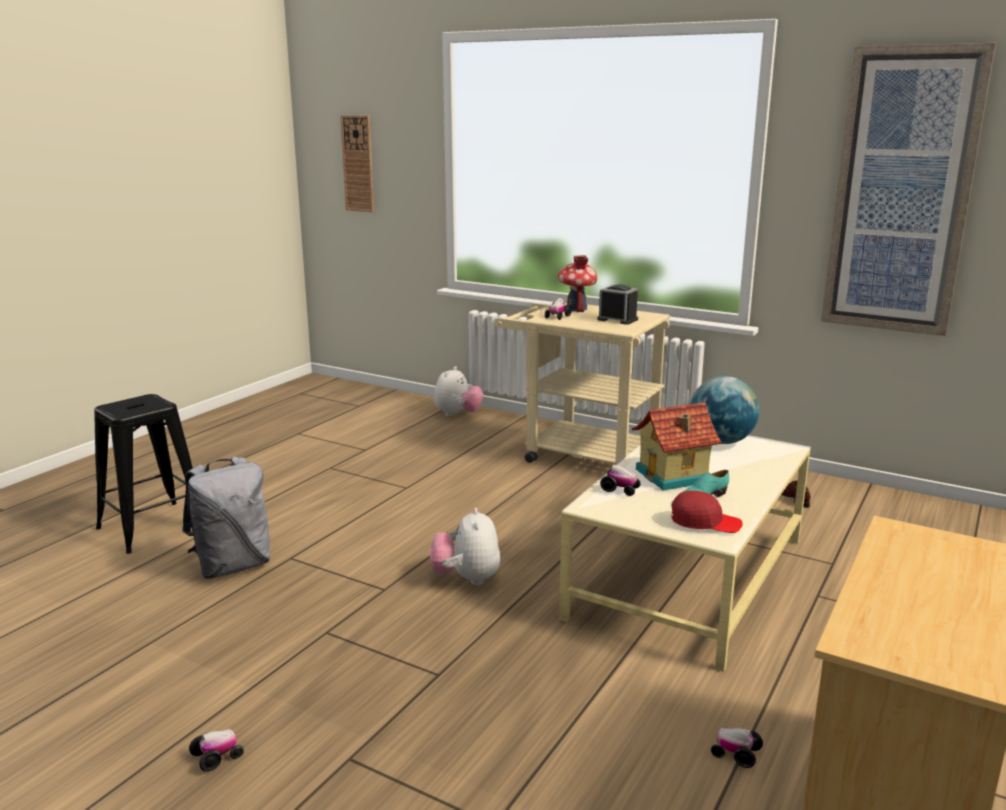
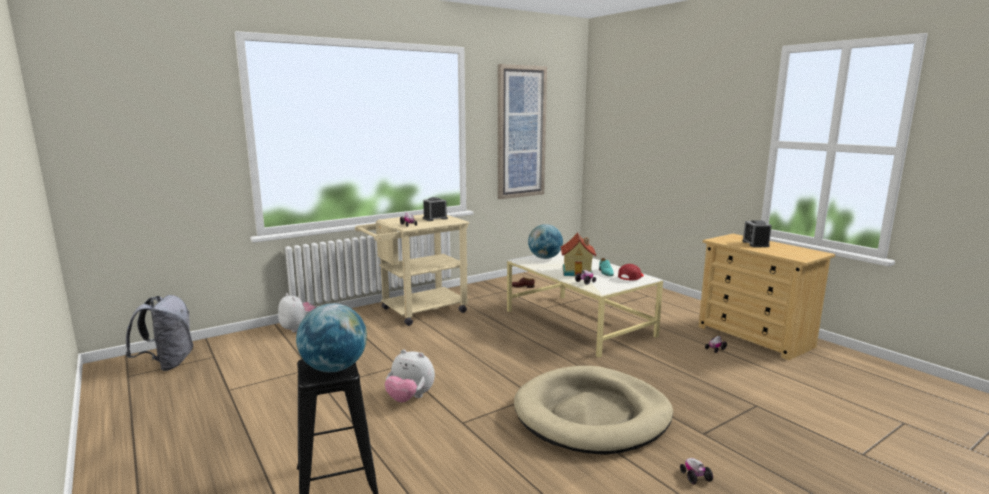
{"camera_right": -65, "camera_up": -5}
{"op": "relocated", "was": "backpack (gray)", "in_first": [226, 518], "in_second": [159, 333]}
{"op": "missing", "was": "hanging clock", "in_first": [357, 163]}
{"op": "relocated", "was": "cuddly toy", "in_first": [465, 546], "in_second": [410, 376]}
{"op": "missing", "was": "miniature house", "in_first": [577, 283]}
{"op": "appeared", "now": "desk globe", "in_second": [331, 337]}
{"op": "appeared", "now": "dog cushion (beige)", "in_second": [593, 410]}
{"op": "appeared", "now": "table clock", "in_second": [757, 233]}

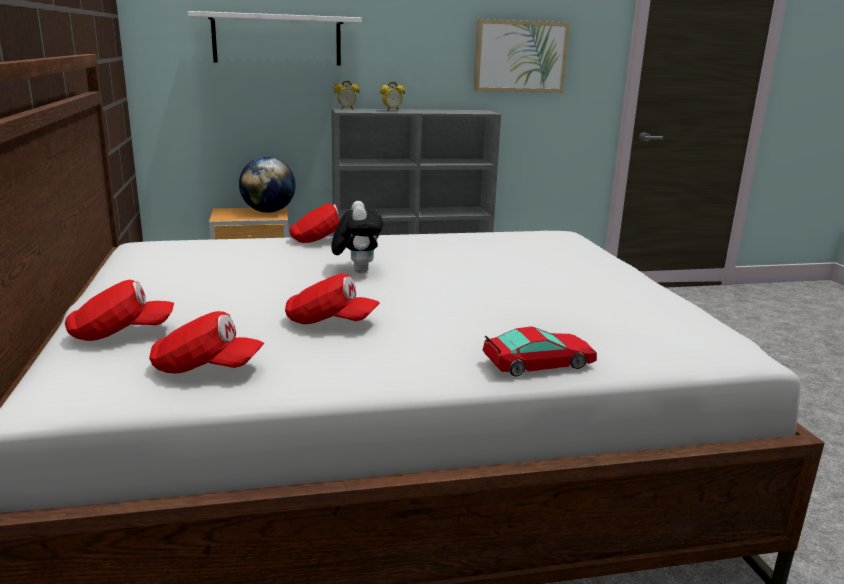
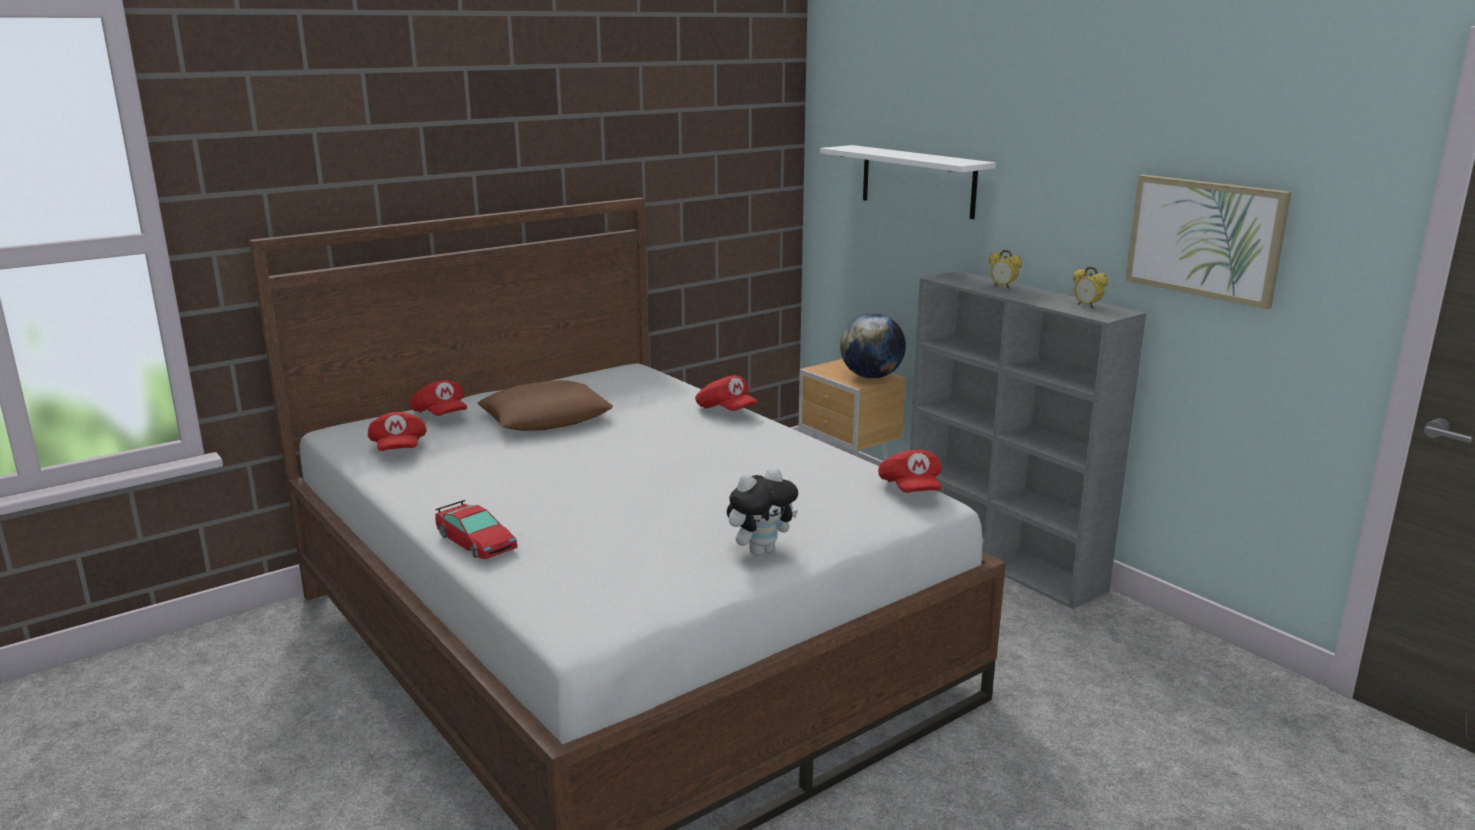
{"camera_right": 65, "camera_up": 0}
{"op": "relocated", "was": "peaked cap (red)", "in_first": [332, 299], "in_second": [910, 471]}
{"op": "relocated", "was": "cuddly toy", "in_first": [357, 237], "in_second": [762, 511]}
{"op": "relocated", "was": "table clock", "in_first": [347, 95], "in_second": [1090, 287]}
{"op": "appeared", "now": "cushion (brown)", "in_second": [545, 405]}

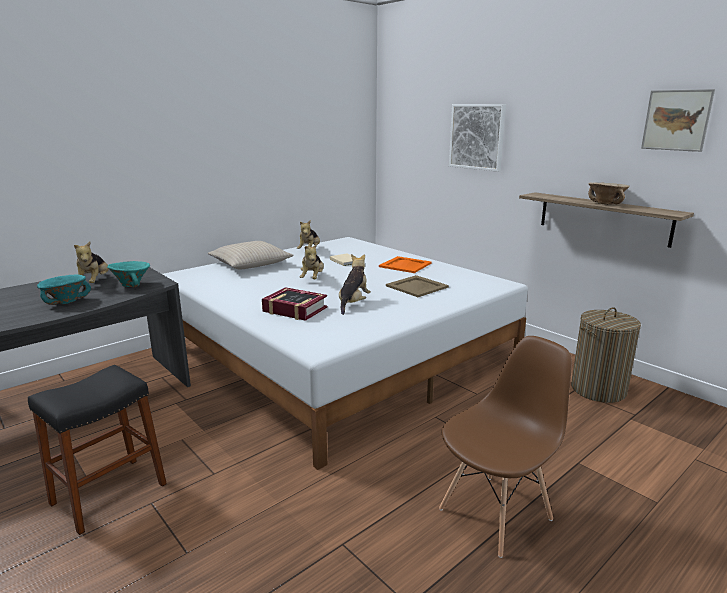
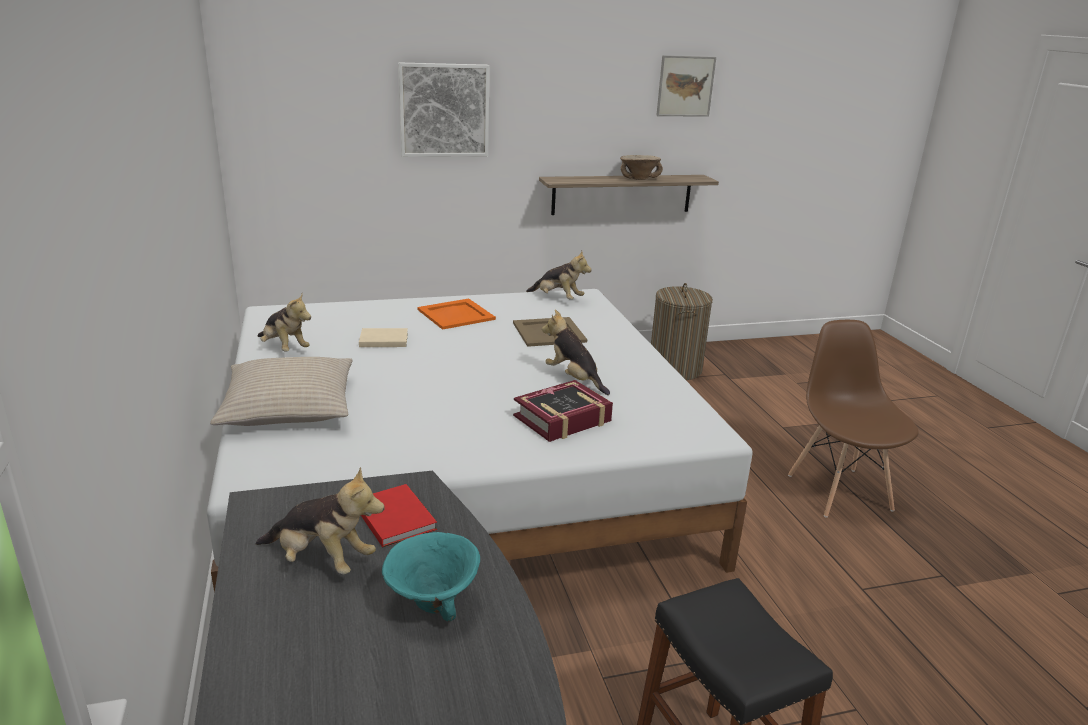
{"camera_right": -65, "camera_up": 5}
{"op": "exchanged", "was": "deep dish (blue-green)", "now": "bound book (red)", "in_first": [128, 274], "in_second": [399, 515]}
{"op": "relocated", "was": "cuddly toy", "in_first": [312, 261], "in_second": [559, 275]}

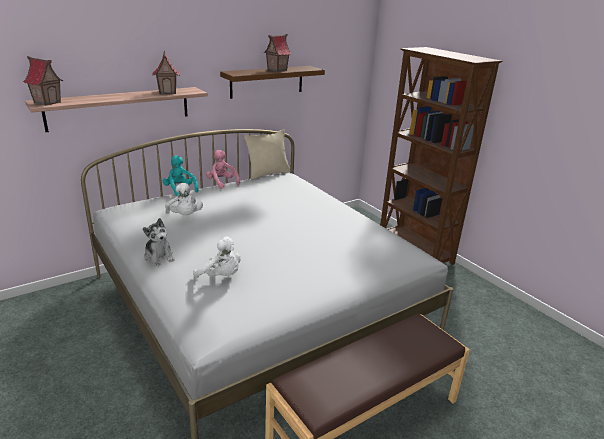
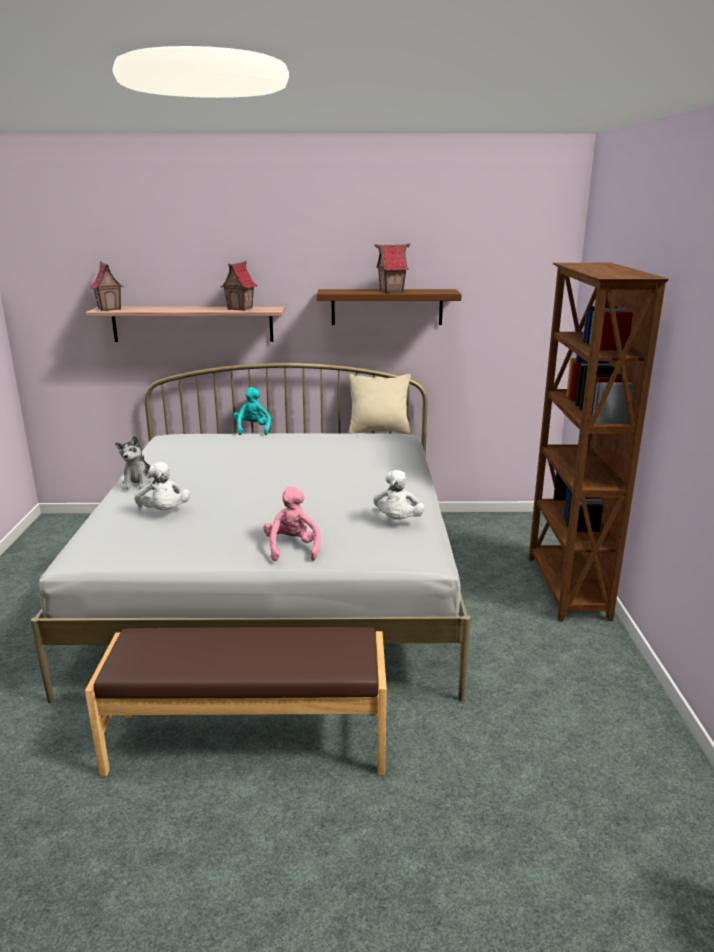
{"camera_right": 35, "camera_up": -5}
{"op": "relocated", "was": "cuddly toy (white-coloured)", "in_first": [184, 199], "in_second": [399, 495]}
{"op": "relocated", "was": "cuddly toy (pink-coloured)", "in_first": [223, 169], "in_second": [292, 523]}

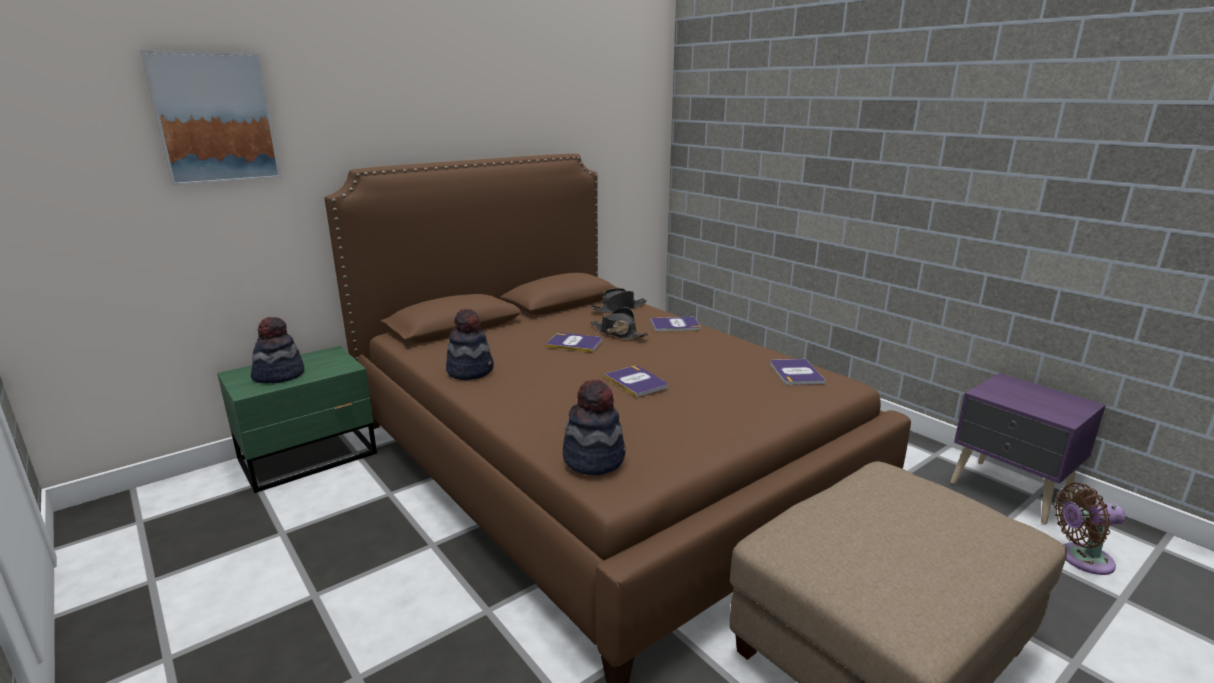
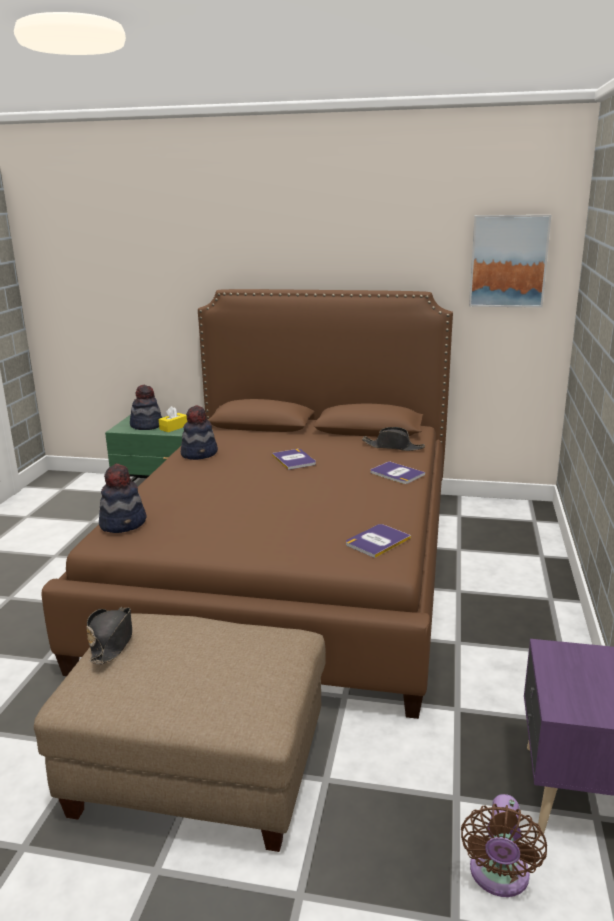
{"camera_right": 50, "camera_up": 0}
{"op": "relocated", "was": "wall picture", "in_first": [210, 118], "in_second": [510, 261]}
{"op": "relocated", "was": "clothing hat (black-coloured)", "in_first": [620, 323], "in_second": [109, 635]}
{"op": "missing", "was": "bound book", "in_first": [636, 381]}
{"op": "spun", "was": "cooling fan (brown)", "in_first": [1089, 529], "in_second": [504, 845], "clockwise": -120}
{"op": "appeared", "now": "tissue holder (yellow)", "in_second": [173, 419]}

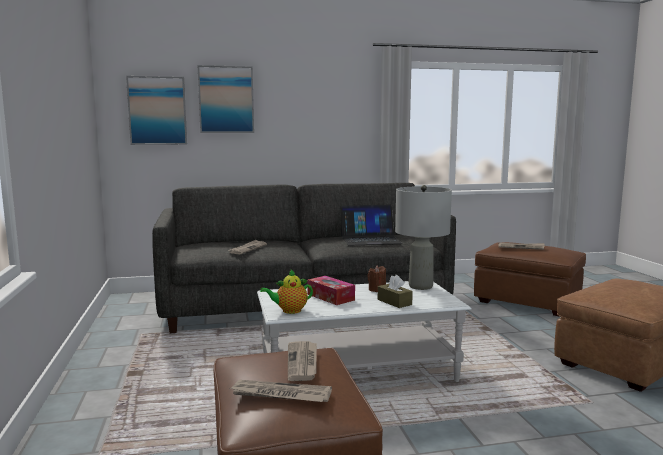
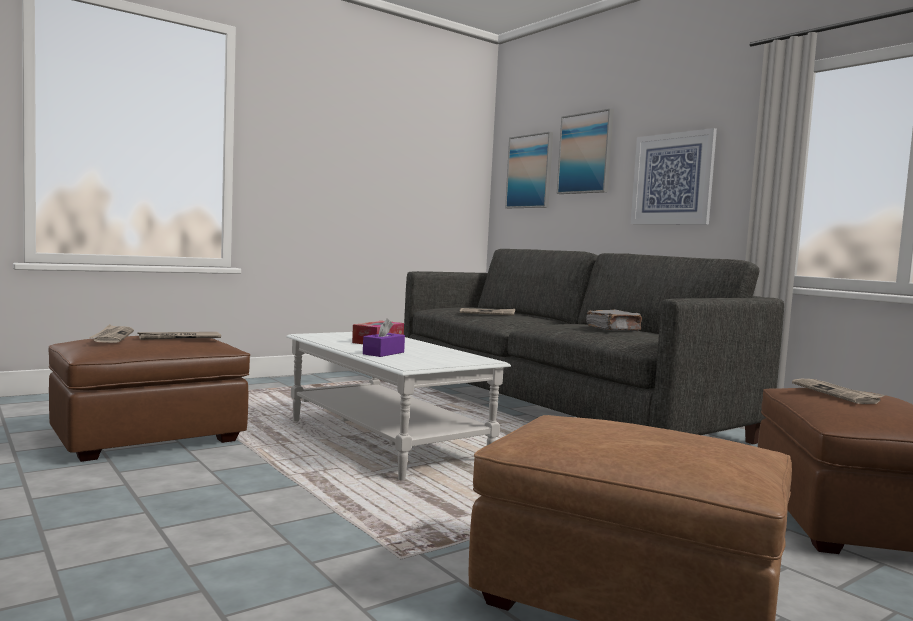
{"camera_right": 65, "camera_up": -5}
{"op": "missing", "was": "tea pot", "in_first": [286, 292]}
{"op": "exchanged", "was": "portable computer", "now": "bound book (gray)", "in_first": [372, 225], "in_second": [614, 320]}
{"op": "missing", "was": "candle (brown)", "in_first": [376, 278]}
{"op": "colour", "was": "tissue holder (brown)", "now": "tissue holder (purplish)", "in_first": [395, 291], "in_second": [384, 337]}
{"op": "missing", "was": "lamp for a table (gray)", "in_first": [423, 237]}
{"op": "appeared", "now": "wall picture", "in_second": [674, 176]}

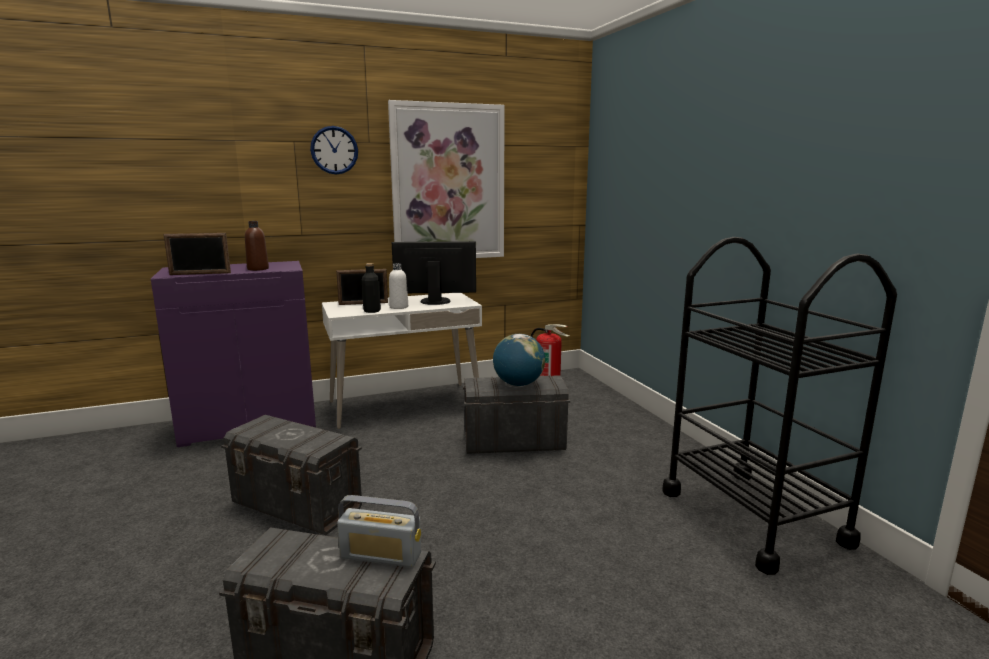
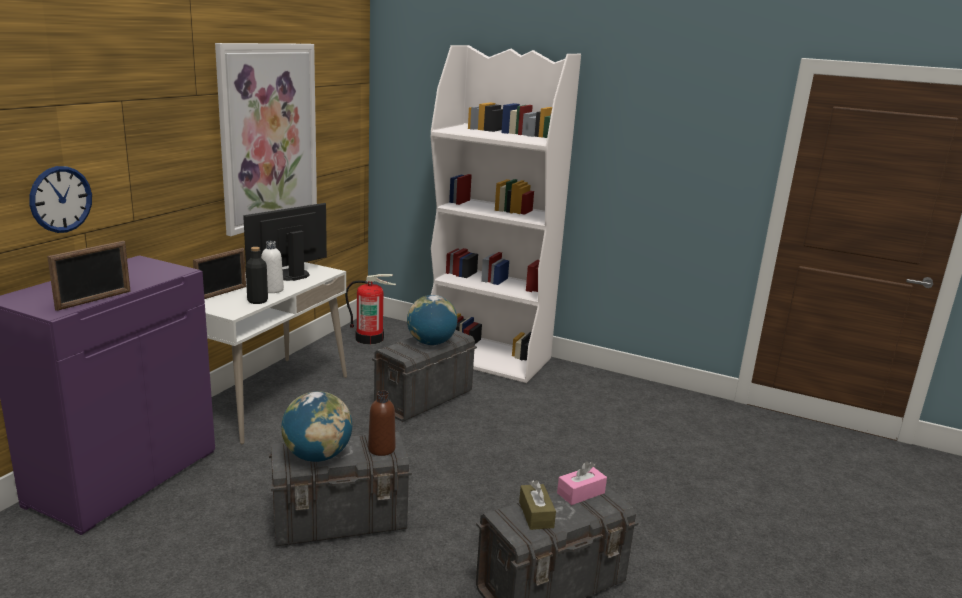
{"camera_right": -45, "camera_up": 5}
{"op": "relocated", "was": "drink bottle (brown)", "in_first": [257, 246], "in_second": [382, 423]}
{"op": "relocated", "was": "hanging clock", "in_first": [334, 150], "in_second": [61, 199]}
{"op": "exchanged", "was": "radio", "now": "tissue holder (pink-coloured)", "in_first": [379, 531], "in_second": [582, 483]}
{"op": "missing", "was": "cart (black-coloured)", "in_first": [779, 406]}
{"op": "appeared", "now": "desk globe", "in_second": [316, 426]}
{"op": "appeared", "now": "bookshelf (white-coloured)", "in_second": [506, 214]}
{"op": "appeared", "now": "tissue holder (brown)", "in_second": [537, 505]}

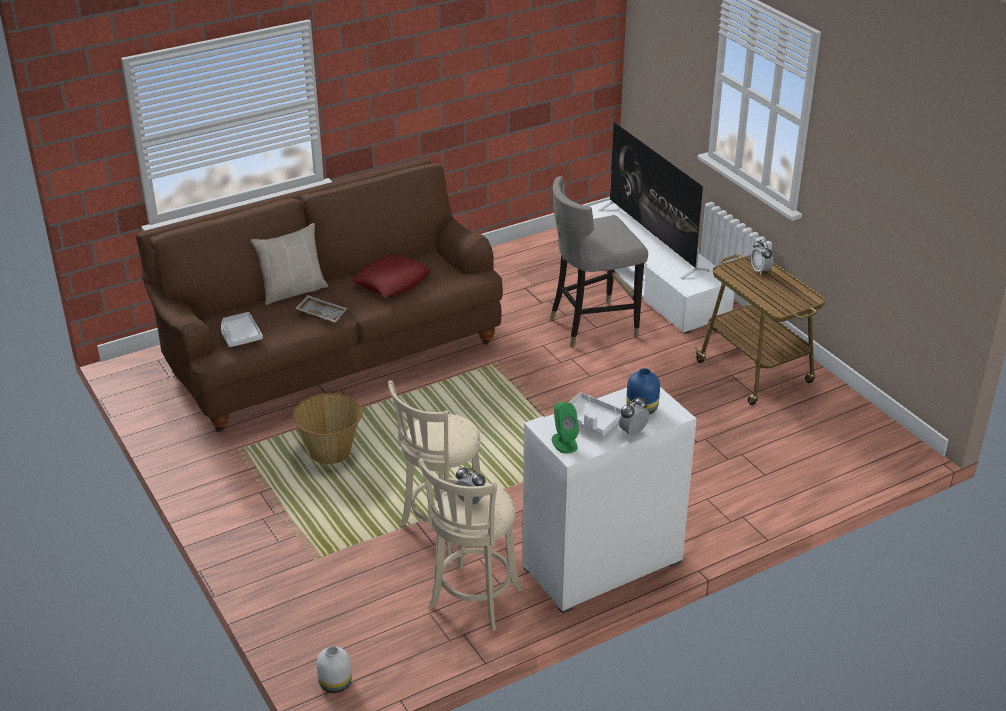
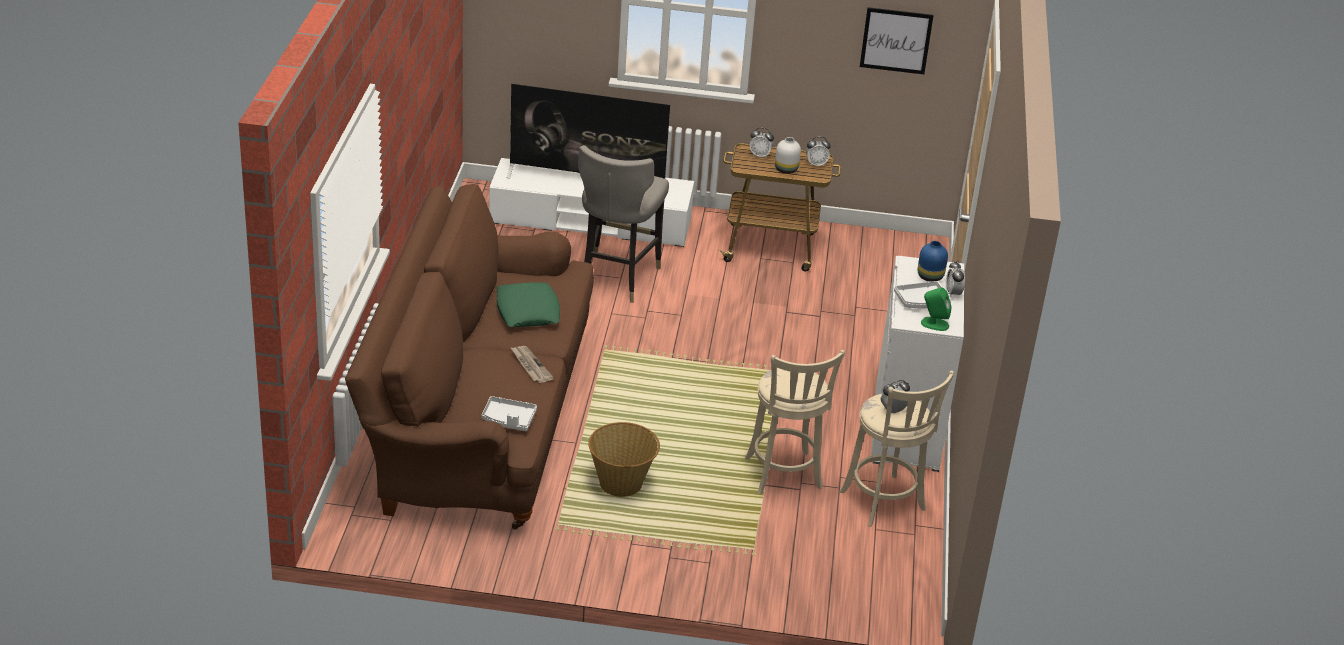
{"camera_right": -55, "camera_up": 0}
{"op": "missing", "was": "cushion (beige)", "in_first": [289, 264]}
{"op": "exchanged", "was": "serving tray (gray)", "now": "printed paper", "in_first": [321, 309], "in_second": [532, 364]}
{"op": "relocated", "was": "vase (white-coloured)", "in_first": [334, 669], "in_second": [788, 155]}
{"op": "colour", "was": "cushion (red)", "now": "cushion (greenish)", "in_first": [391, 275], "in_second": [528, 304]}
{"op": "appeared", "now": "table clock", "in_second": [818, 152]}
{"op": "appeared", "now": "wall picture", "in_second": [896, 40]}

